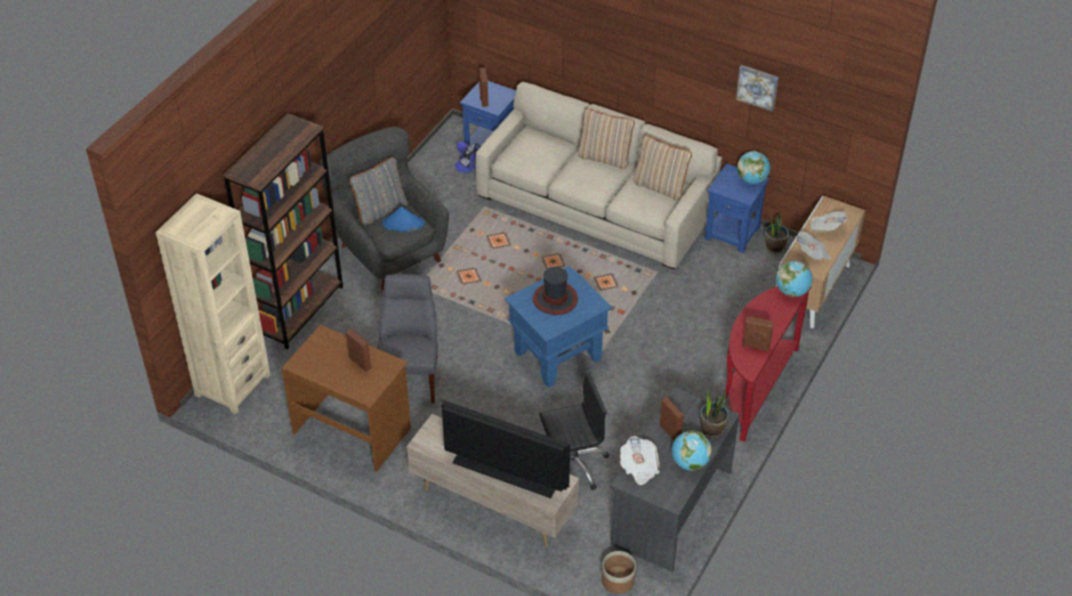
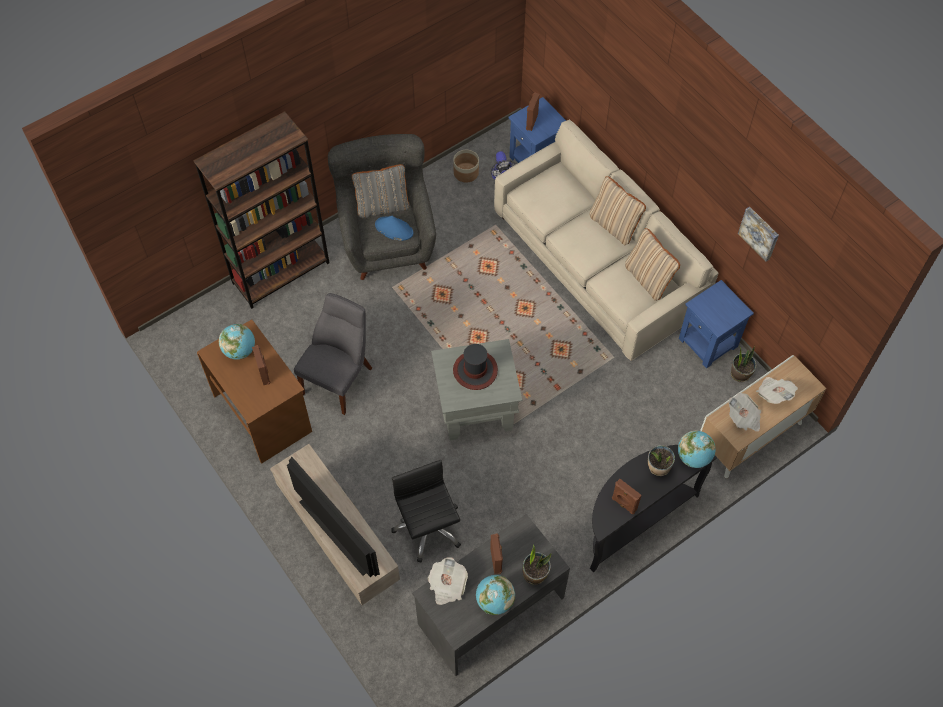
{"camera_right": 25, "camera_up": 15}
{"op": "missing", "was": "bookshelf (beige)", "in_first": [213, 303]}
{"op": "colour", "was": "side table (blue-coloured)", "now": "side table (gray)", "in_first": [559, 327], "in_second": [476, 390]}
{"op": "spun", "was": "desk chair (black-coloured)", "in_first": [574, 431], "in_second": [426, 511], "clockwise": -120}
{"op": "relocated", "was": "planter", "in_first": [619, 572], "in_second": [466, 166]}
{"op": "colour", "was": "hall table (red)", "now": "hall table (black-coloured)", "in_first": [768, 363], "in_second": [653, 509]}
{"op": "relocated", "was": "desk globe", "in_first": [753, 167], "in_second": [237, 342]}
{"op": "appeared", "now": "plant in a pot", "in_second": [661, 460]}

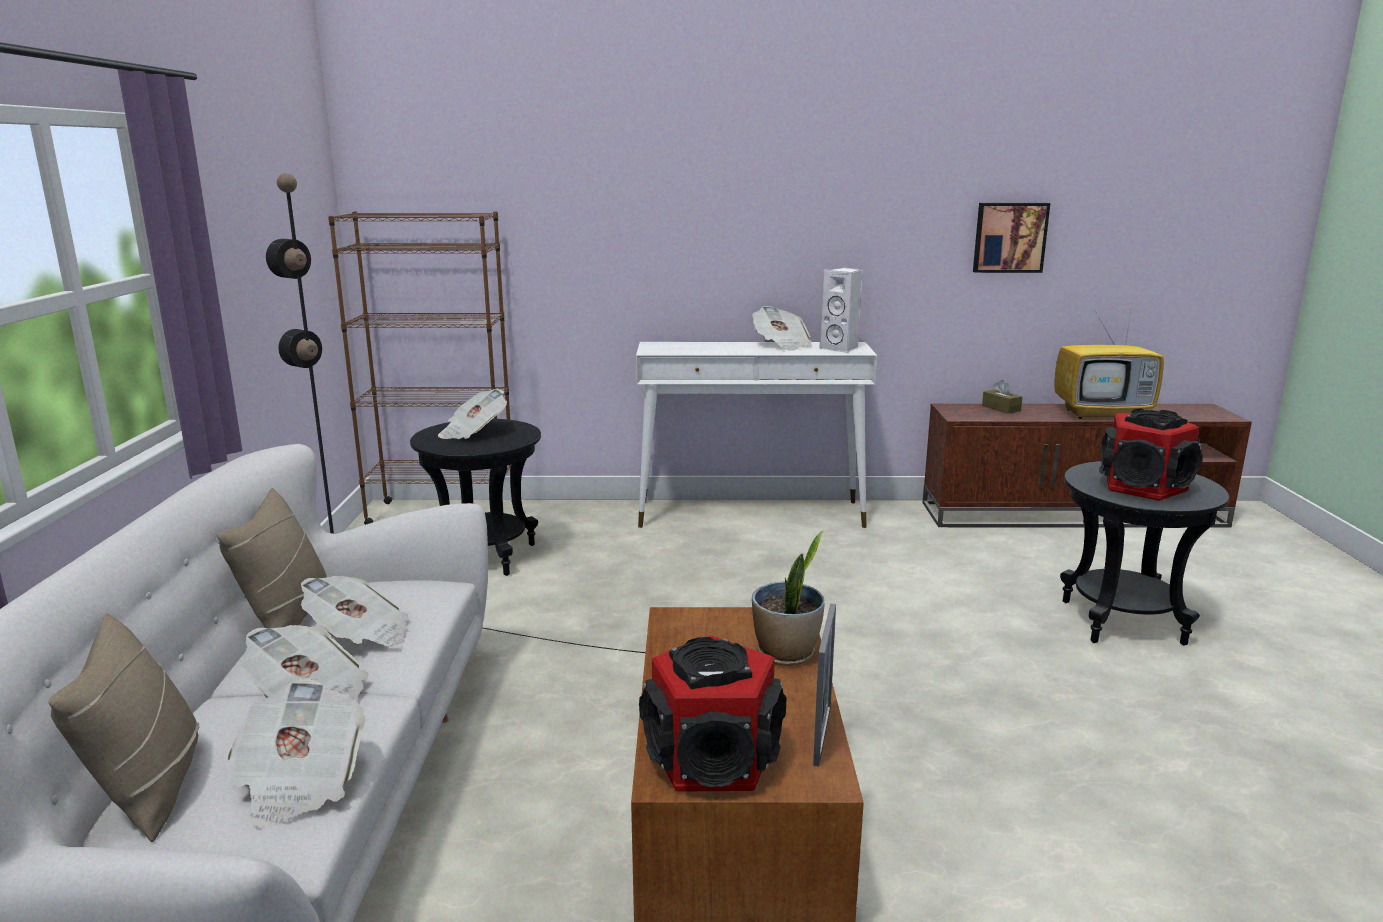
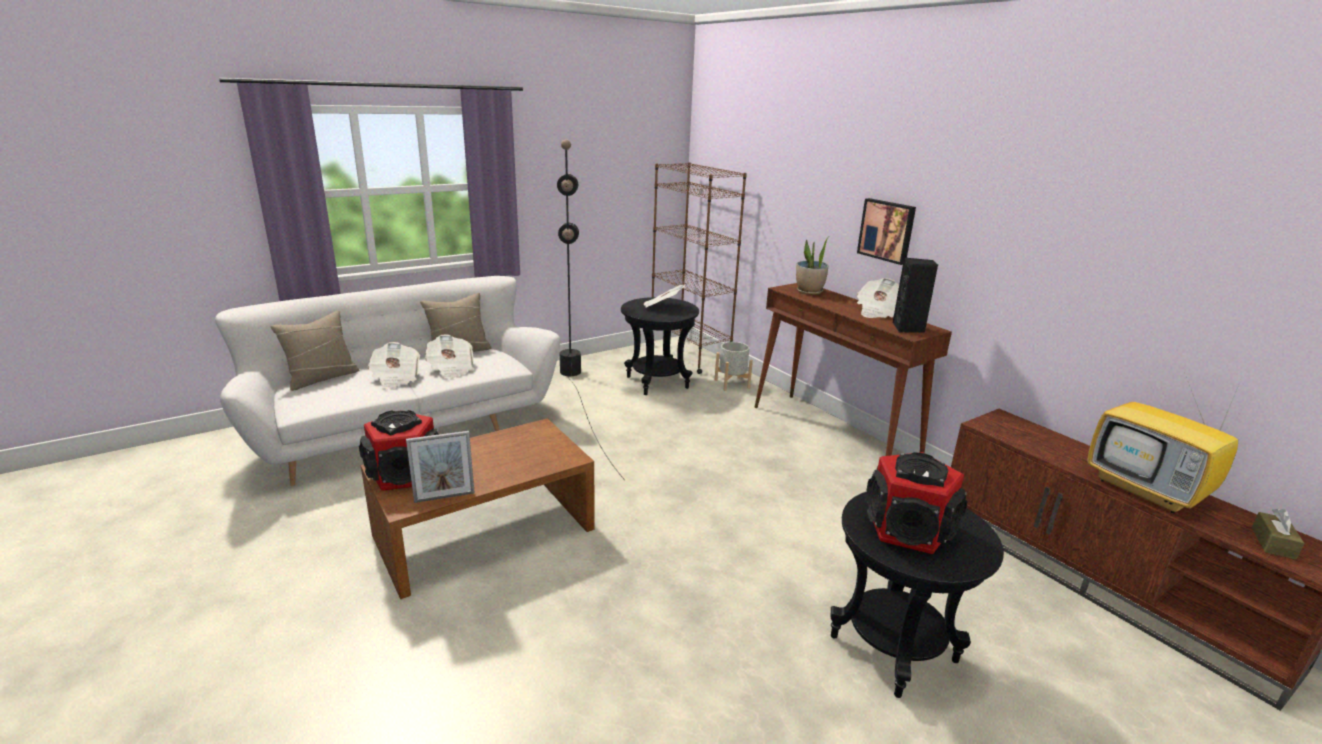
{"camera_right": 55, "camera_up": 5}
{"op": "missing", "was": "printed paper", "in_first": [297, 753]}
{"op": "colour", "was": "hall table (white-coloured)", "now": "hall table (brown)", "in_first": [756, 435], "in_second": [853, 369]}
{"op": "relocated", "was": "plant in a pot", "in_first": [788, 598], "in_second": [812, 265]}
{"op": "colour", "was": "audio speaker (white-coloured)", "now": "audio speaker (black-coloured)", "in_first": [841, 310], "in_second": [915, 295]}
{"op": "relocated", "was": "wall picture", "in_first": [1011, 238], "in_second": [886, 231]}
{"op": "relocated", "was": "tissue holder (brown)", "in_first": [1002, 397], "in_second": [1277, 534]}
{"op": "appeared", "now": "planter (gray)", "in_second": [734, 366]}

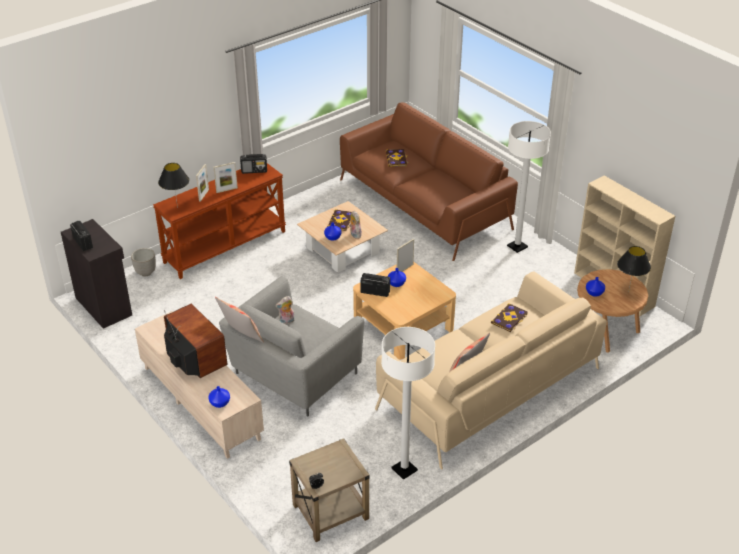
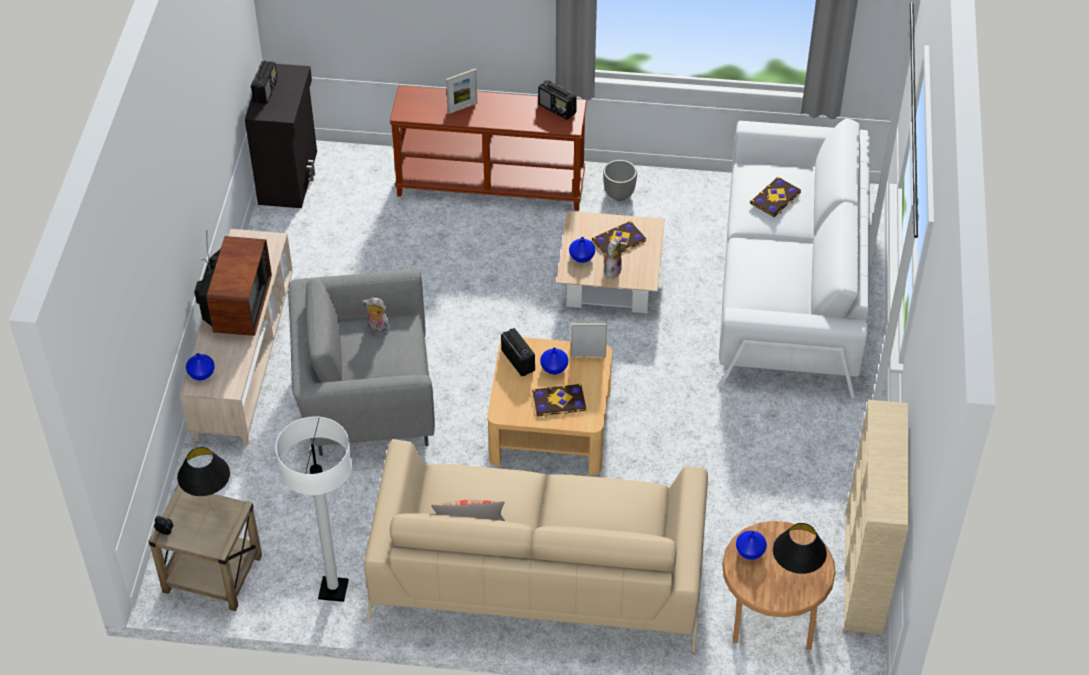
{"camera_right": 45, "camera_up": 10}
{"op": "relocated", "was": "planter", "in_first": [143, 262], "in_second": [620, 180]}
{"op": "relocated", "was": "lamp for a table (black-coloured)", "in_first": [174, 185], "in_second": [203, 477]}
{"op": "missing", "was": "picture frame", "in_first": [226, 177]}
{"op": "missing", "was": "cushion", "in_first": [239, 320]}
{"op": "colour", "was": "couch (brown)", "now": "couch (white-coloured)", "in_first": [429, 181], "in_second": [794, 259]}
{"op": "relocated", "was": "bound book", "in_first": [509, 317], "in_second": [559, 400]}
{"op": "missing", "was": "floor lamp (white-coloured)", "in_first": [529, 187]}

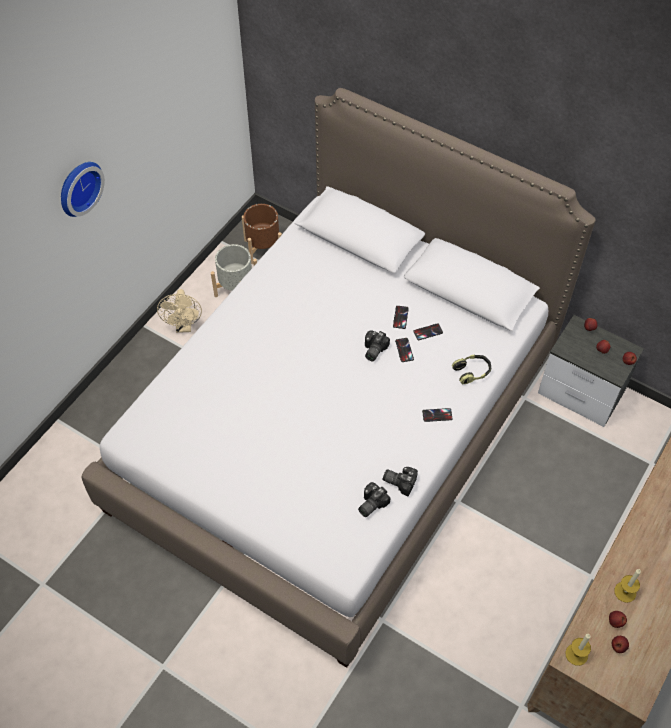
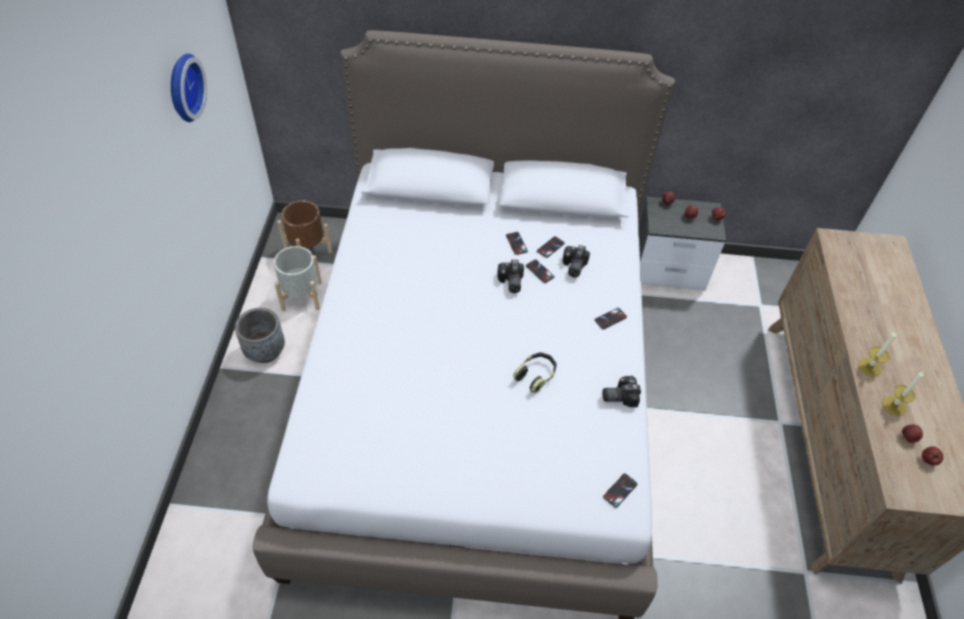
{"camera_right": -30, "camera_up": -5}
{"op": "relocated", "was": "hanging clock", "in_first": [83, 189], "in_second": [189, 87]}
{"op": "exchanged", "was": "cooling fan (beige)", "now": "planter (gray)", "in_first": [179, 311], "in_second": [260, 335]}
{"op": "relocated", "was": "photo camera", "in_first": [374, 499], "in_second": [576, 261]}
{"op": "relocated", "was": "headphones", "in_first": [471, 369], "in_second": [535, 372]}
{"op": "relocated", "was": "candle", "in_first": [578, 650], "in_second": [877, 354]}
{"op": "appeared", "now": "handset", "in_second": [620, 490]}

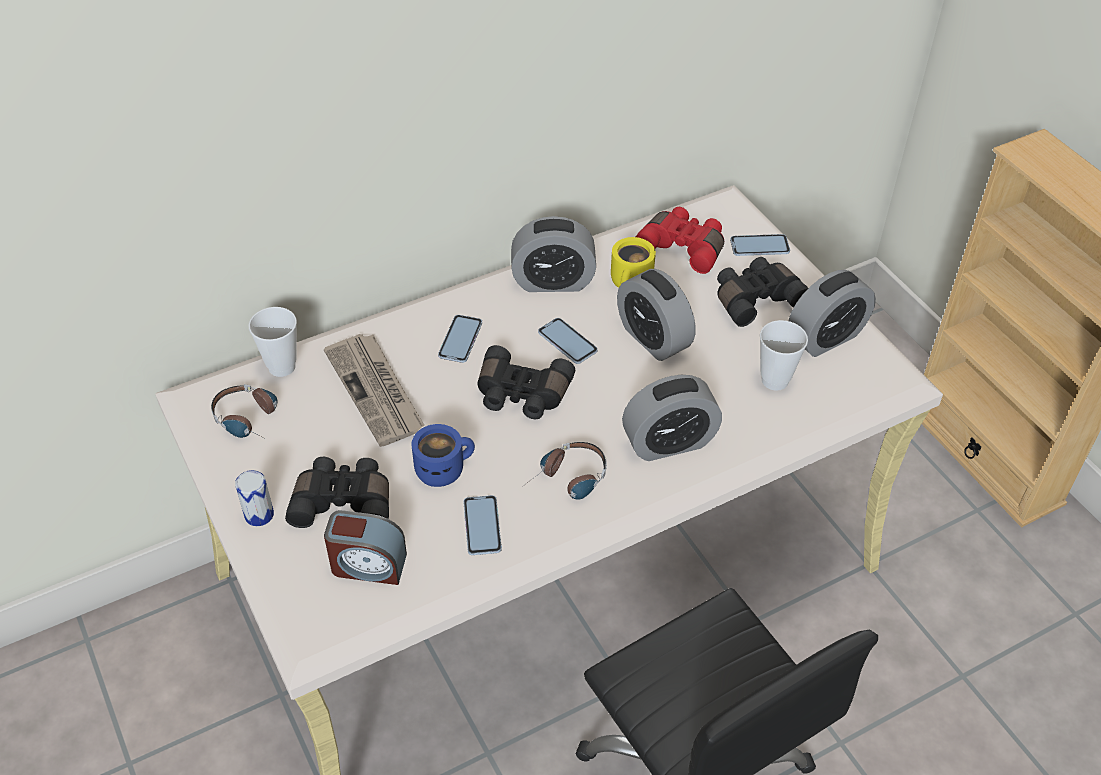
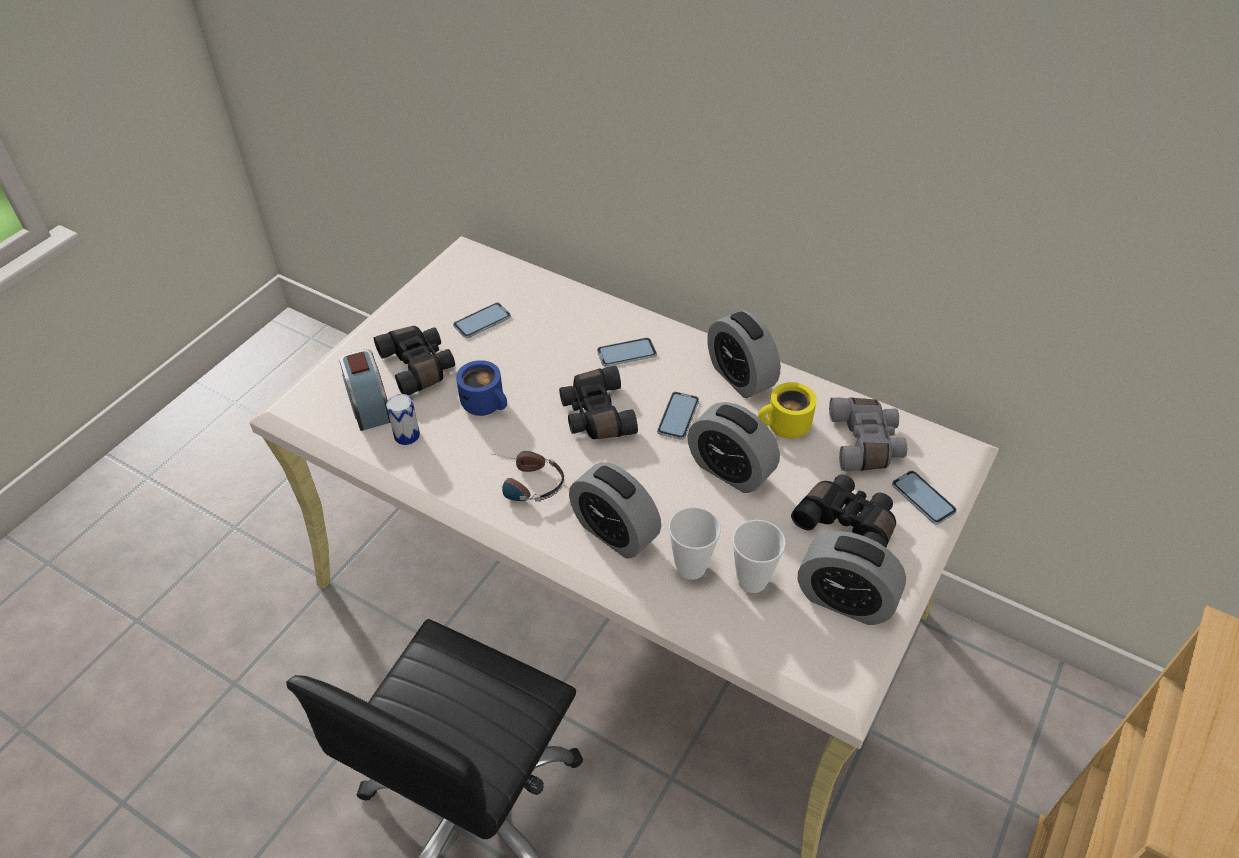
{"camera_right": 60, "camera_up": 0}
{"op": "missing", "was": "headphones", "in_first": [244, 412]}
{"op": "relocated", "was": "sealed can", "in_first": [254, 498], "in_second": [403, 419]}
{"op": "relocated", "was": "small cup", "in_first": [273, 342], "in_second": [695, 543]}
{"op": "missing", "was": "printed paper", "in_first": [374, 390]}
{"op": "relocated", "was": "handset", "in_first": [482, 525], "in_second": [482, 320]}
{"op": "spun", "was": "table clock", "in_first": [656, 315], "in_second": [734, 447], "clockwise": -75}
{"op": "colour", "was": "pair of binoculars (red)", "now": "pair of binoculars (gray)", "in_first": [680, 240], "in_second": [868, 434]}

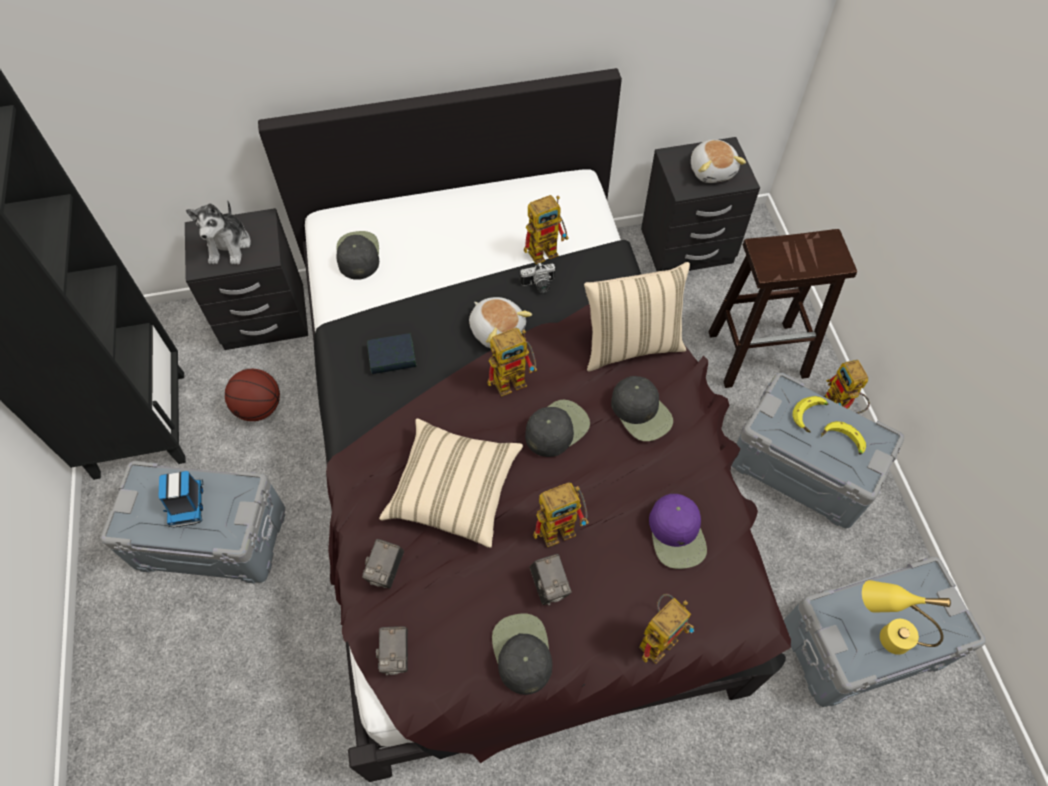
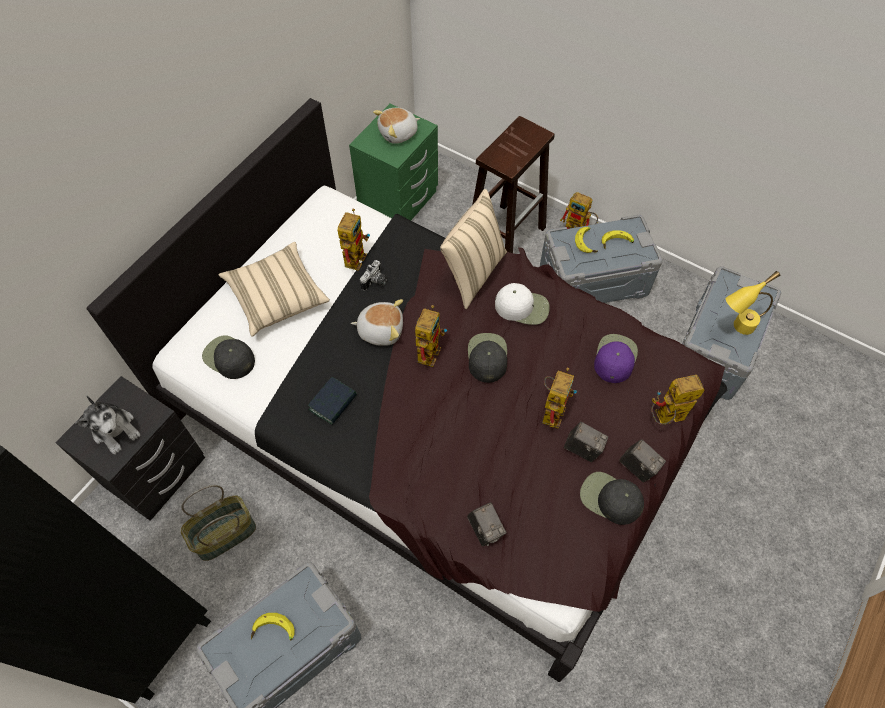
{"camera_right": -45, "camera_up": 0}
{"op": "exchanged", "was": "toy lorry", "now": "banana", "in_first": [181, 499], "in_second": [273, 627]}
{"op": "exchanged", "was": "ball for basketball", "now": "basket", "in_first": [252, 395], "in_second": [218, 523]}
{"op": "relocated", "was": "photo camera", "in_first": [392, 650], "in_second": [642, 460]}
{"op": "relocated", "was": "cushion (beige)", "in_first": [451, 483], "in_second": [274, 289]}
{"op": "colour", "was": "peaked cap (black-coloured)", "now": "peaked cap (white-coloured)", "in_first": [642, 408], "in_second": [522, 304]}
{"op": "spun", "was": "robot figure", "in_first": [666, 629], "in_second": [678, 400], "clockwise": -105}
{"op": "colour", "was": "night table (black-coloured)", "now": "night table (greenish)", "in_first": [700, 204], "in_second": [393, 161]}
{"op": "spun", "was": "peaked cap (purplish)", "in_first": [678, 531], "in_second": [616, 358], "clockwise": -105}
{"op": "spun", "was": "cuddly toy", "in_first": [718, 161], "in_second": [396, 126], "clockwise": 120}

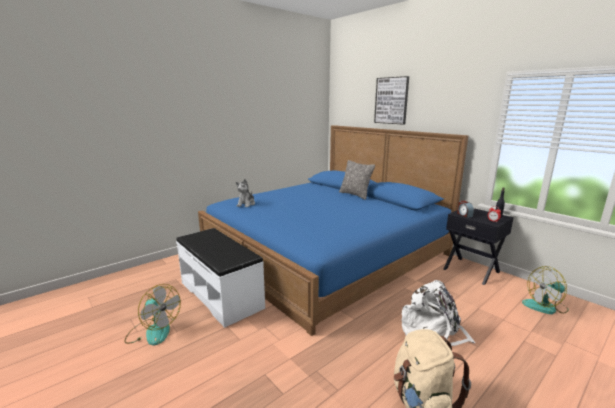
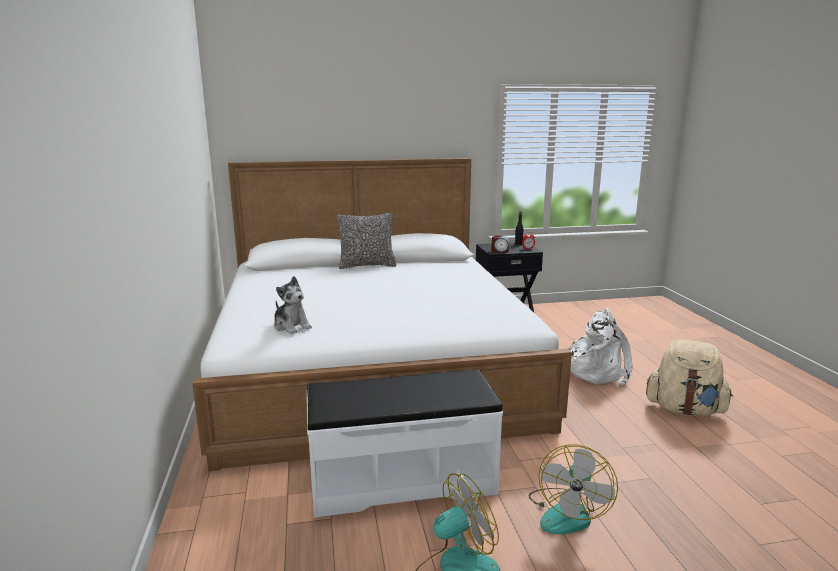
{"camera_right": -60, "camera_up": 0}
{"op": "colour", "was": "bed (blue-coloured)", "now": "bed (white-coloured)", "in_first": [333, 230], "in_second": [382, 314]}
{"op": "missing", "was": "wall picture", "in_first": [391, 100]}
{"op": "relocated", "was": "cooling fan", "in_first": [545, 290], "in_second": [573, 489]}

